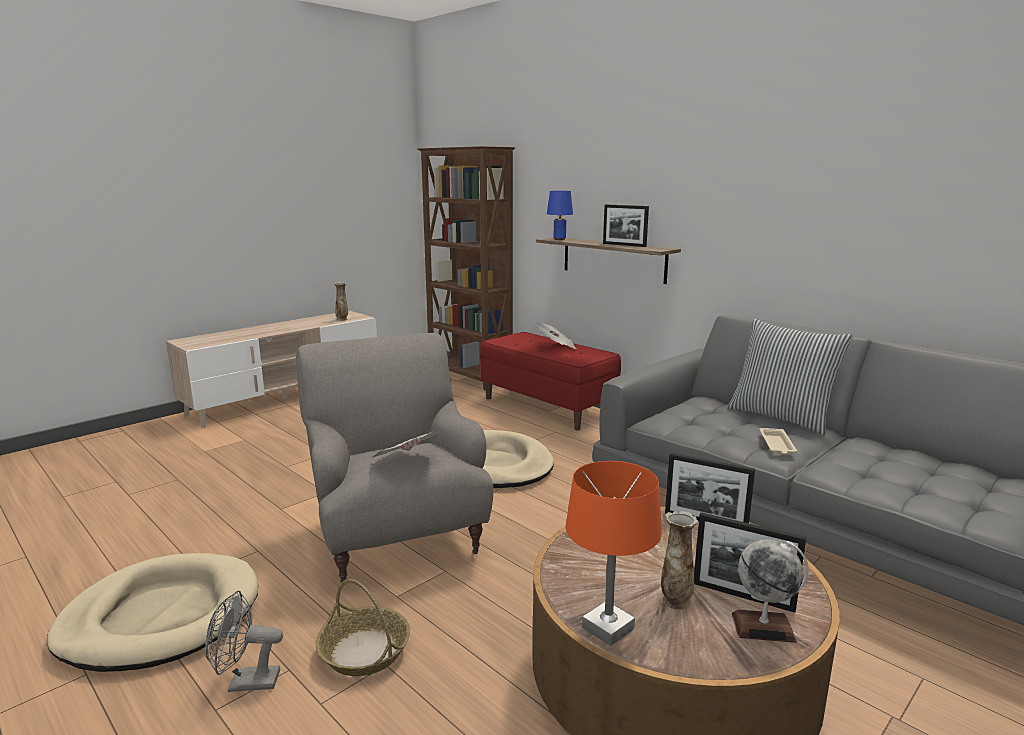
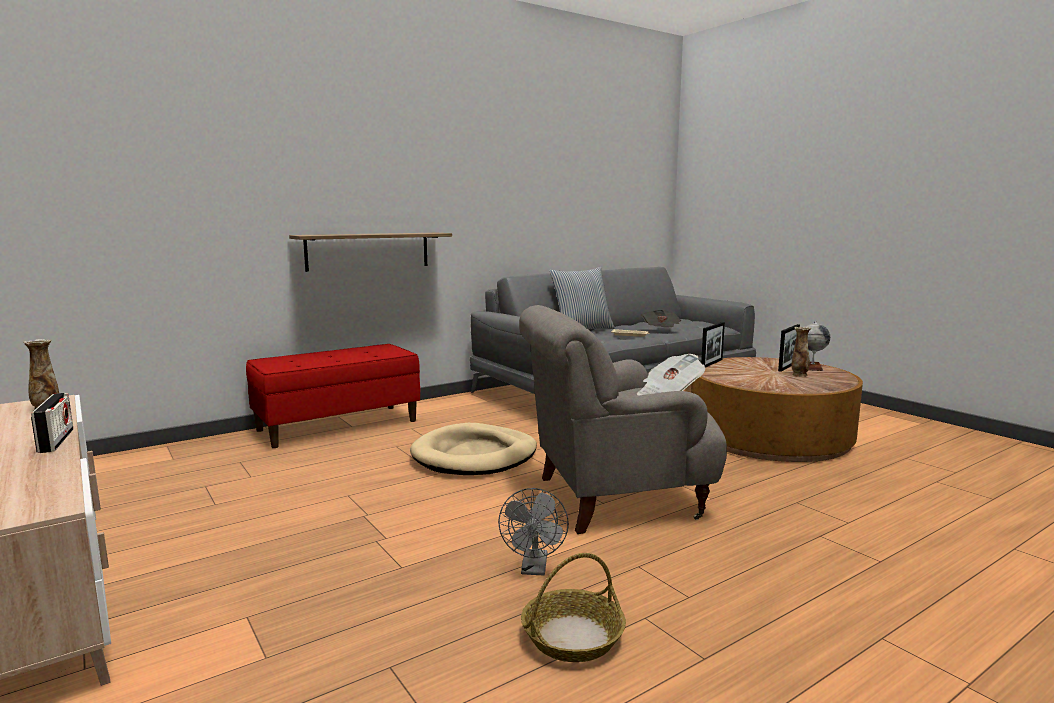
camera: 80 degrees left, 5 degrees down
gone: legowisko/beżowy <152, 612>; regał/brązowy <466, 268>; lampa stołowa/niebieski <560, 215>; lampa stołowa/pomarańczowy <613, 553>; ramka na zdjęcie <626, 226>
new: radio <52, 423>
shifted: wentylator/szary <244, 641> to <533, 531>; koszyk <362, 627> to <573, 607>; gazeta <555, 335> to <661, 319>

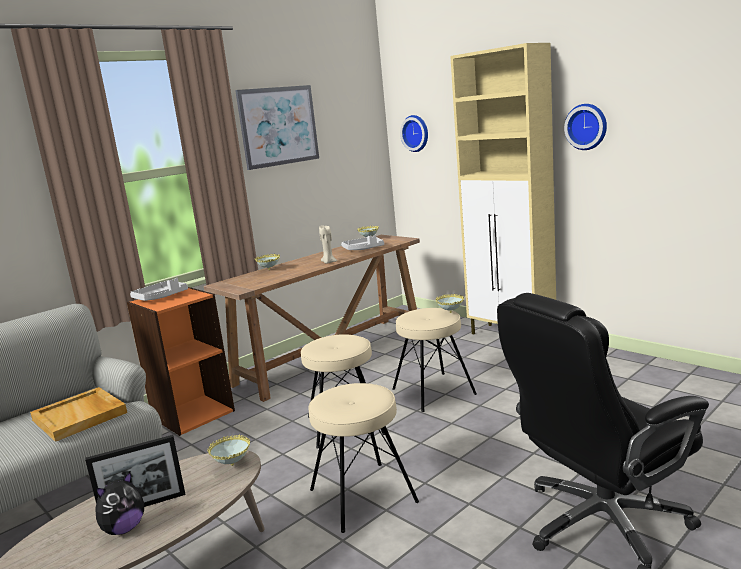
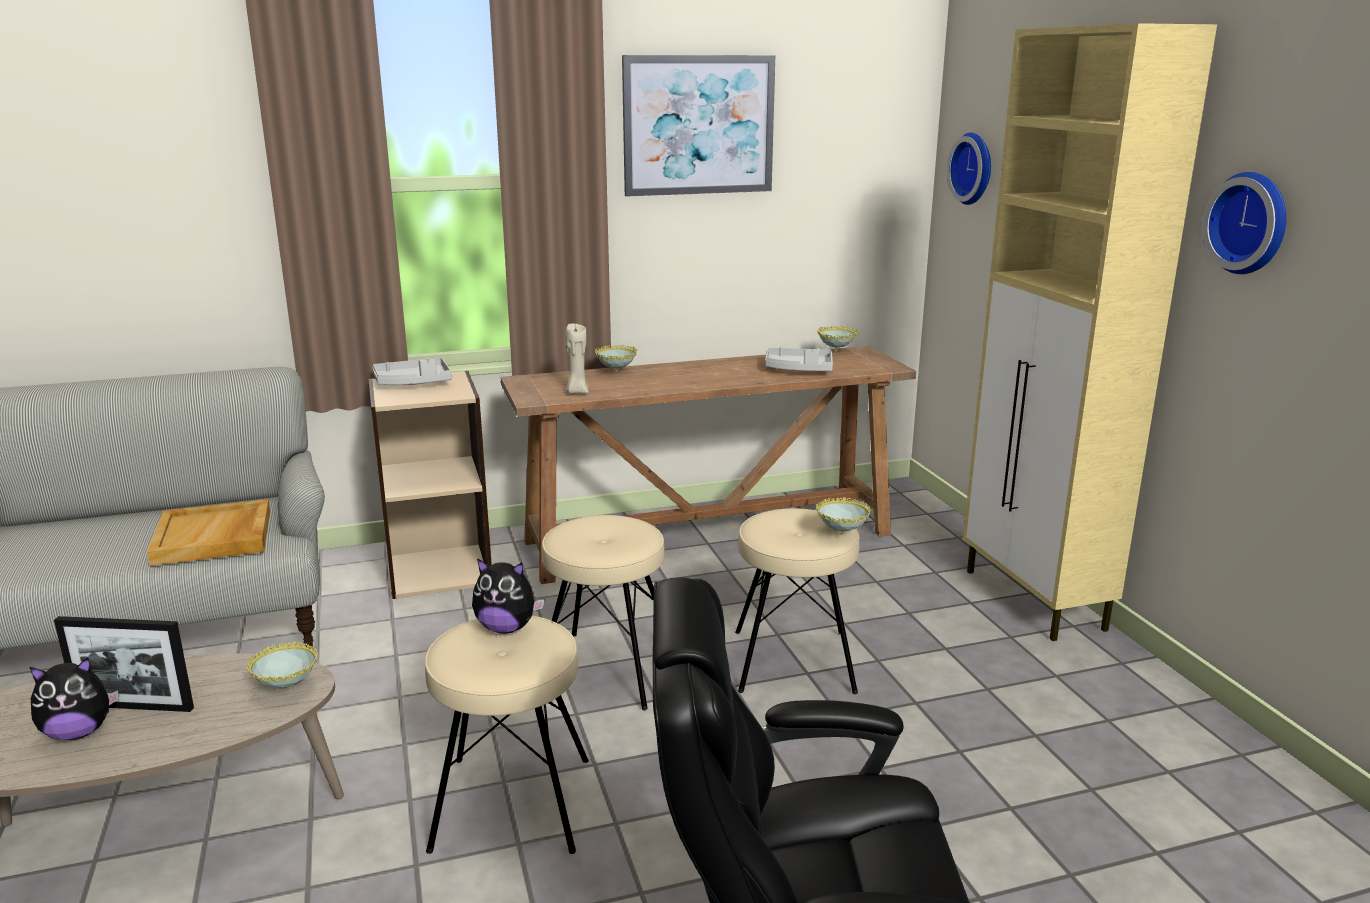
camera: 25 degrees right, 5 degrees up
new: pluszak <508, 596>
shifted: świeca/beżowy <328, 244> to <577, 358>
repainted: regał/pomarańczowy <181, 361> to regał/beżowy <430, 485>

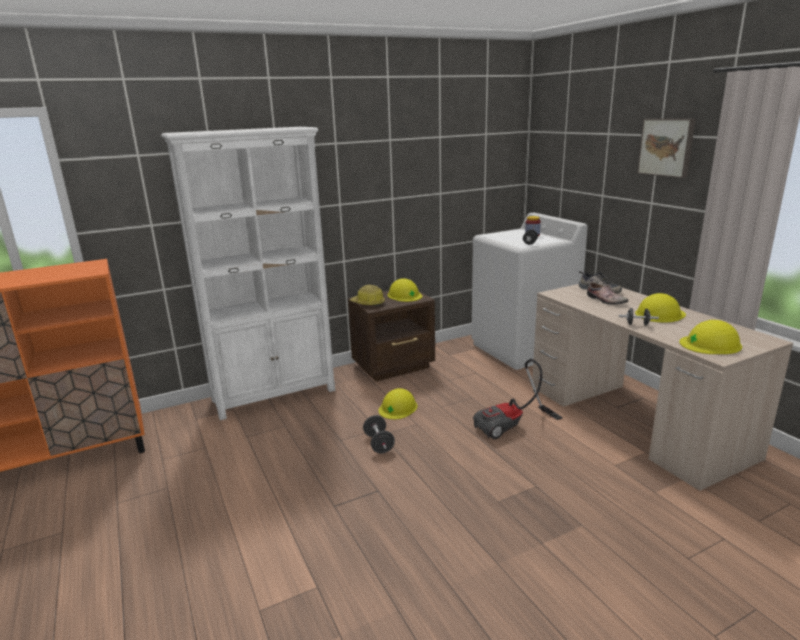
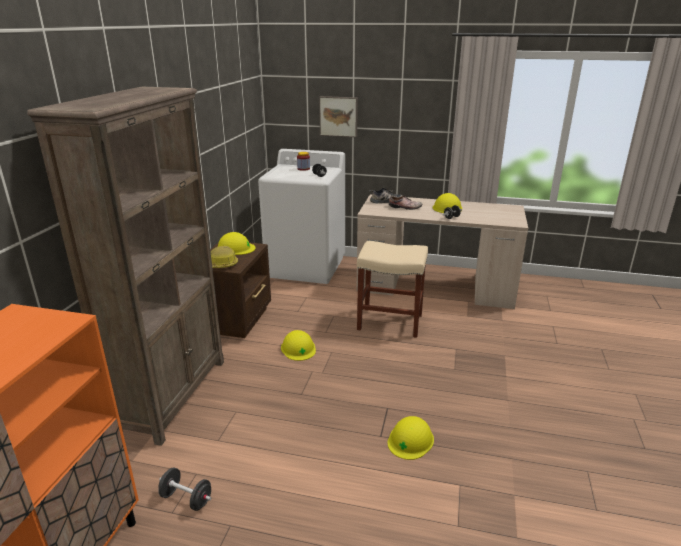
camera: 50 degrees left, 5 degrees up
shifted: hantel/czarny <379, 434> to <185, 489>; obraz <666, 148> to <338, 116>; kask/żółty <710, 337> to <411, 438>
swapped: odkurzacz <518, 399> to stołek/beżowy <392, 289>
repainted: regał/biały <248, 273> to regał/brązowy <125, 266>

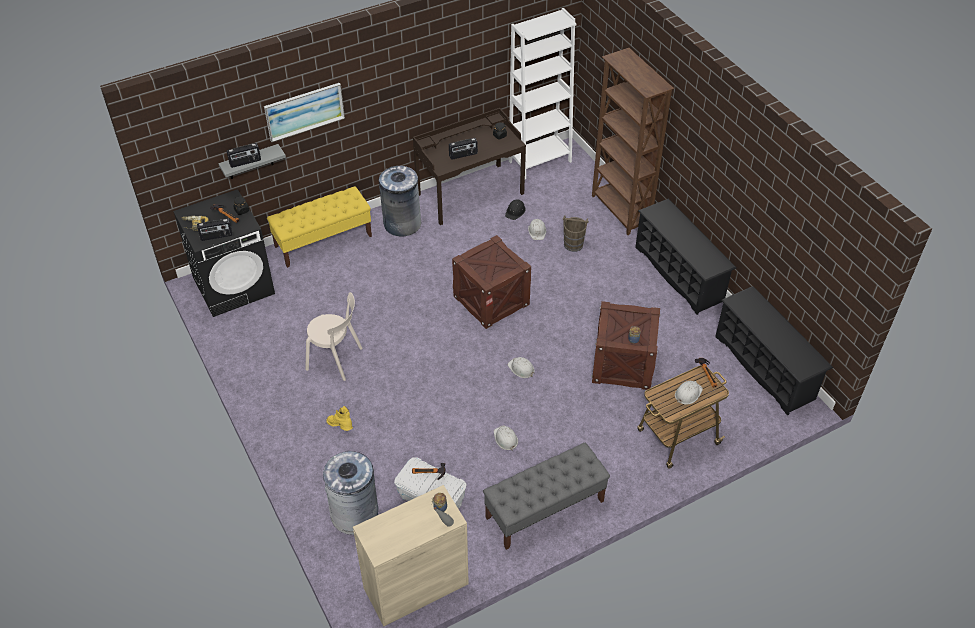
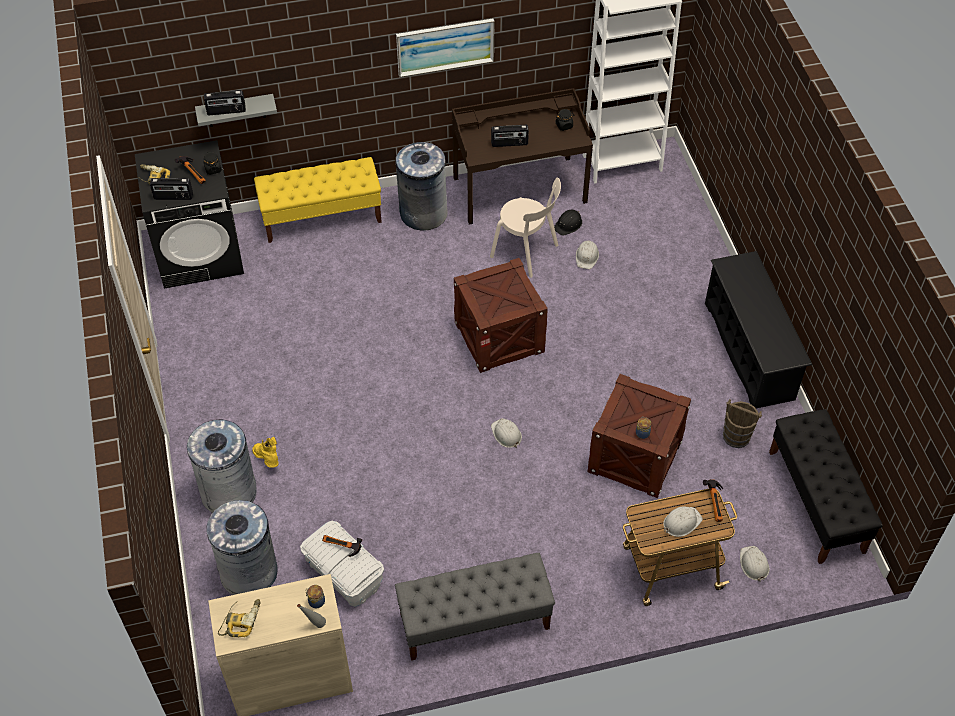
camera: 15 degrees right, 5 degrees up
gone: regał/brązowy <633, 141>
new: kosz na śmieci/szary <222, 466>; wiertarka <239, 618>
shifted: obraz <304, 112> to <445, 48>; krzesło/beżowy <333, 336> to <525, 228>; kask/biały <506, 438> to <755, 564>; wiadro/brązowy <576, 233> to <742, 423>
swapped: regał na buty/czarny <774, 350> to ławka/czarny <826, 486>

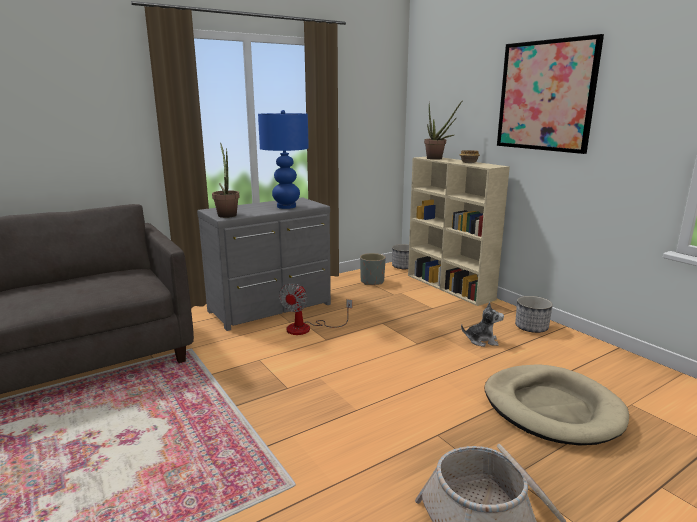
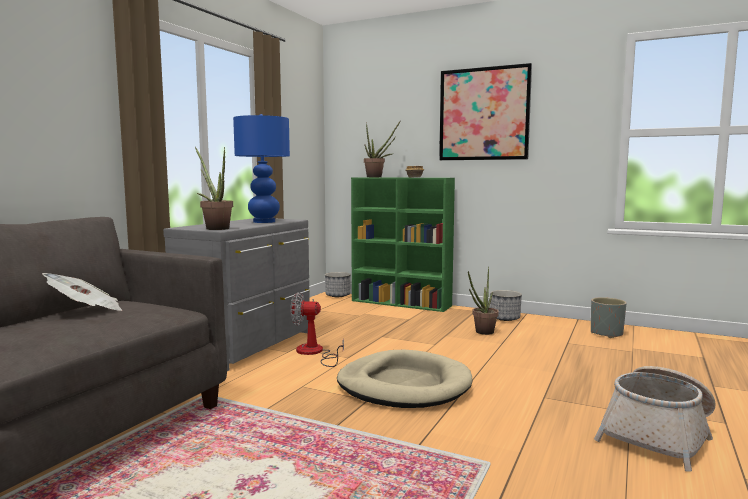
camera: 30 degrees left, 10 degrees down
new: gazeta <82, 292>
shifted: donica/szary <373, 269> to <609, 317>; legowisko/beżowy <557, 405> to <404, 379>
swapped: pluszak <482, 324> to roślina doniczkowa <483, 301>
repainted: regał/beżowy <459, 231> to regał/zielony <403, 244>
rotated: wentylator <315, 309> = <317, 329> 105 degrees clockwise

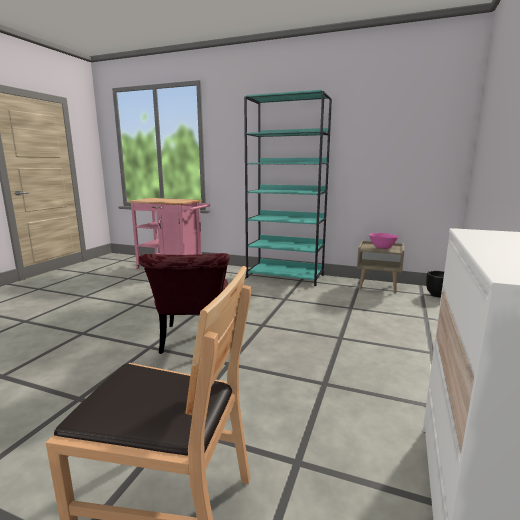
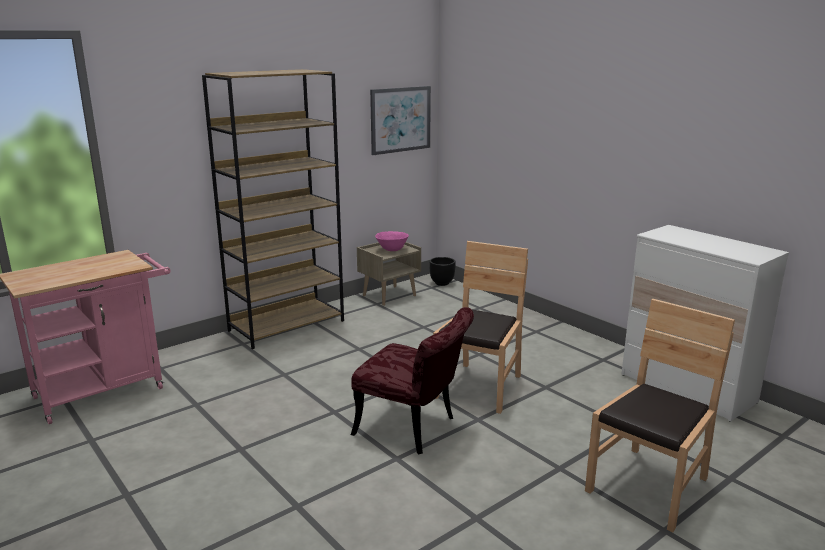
camera: 60 degrees left, 5 degrees up
new: obraz <400, 120>; krzesło/brązowy <480, 327>
repainted: regał/turkusowy <288, 188> to regał/brązowy <273, 209>

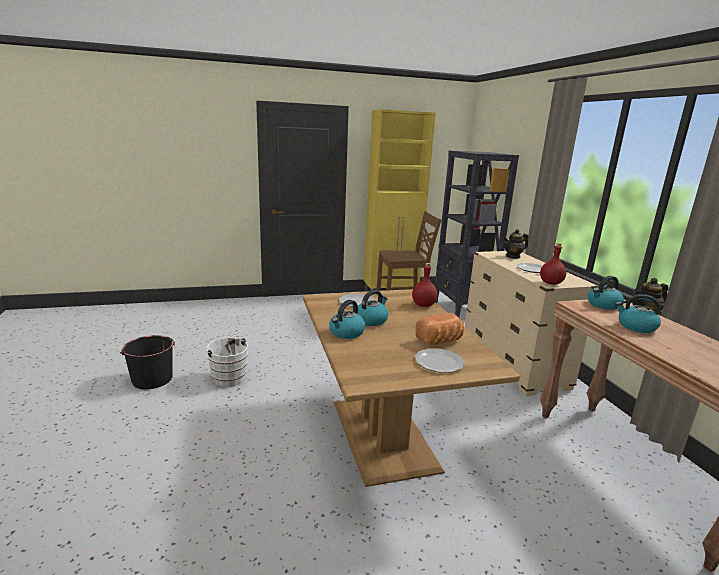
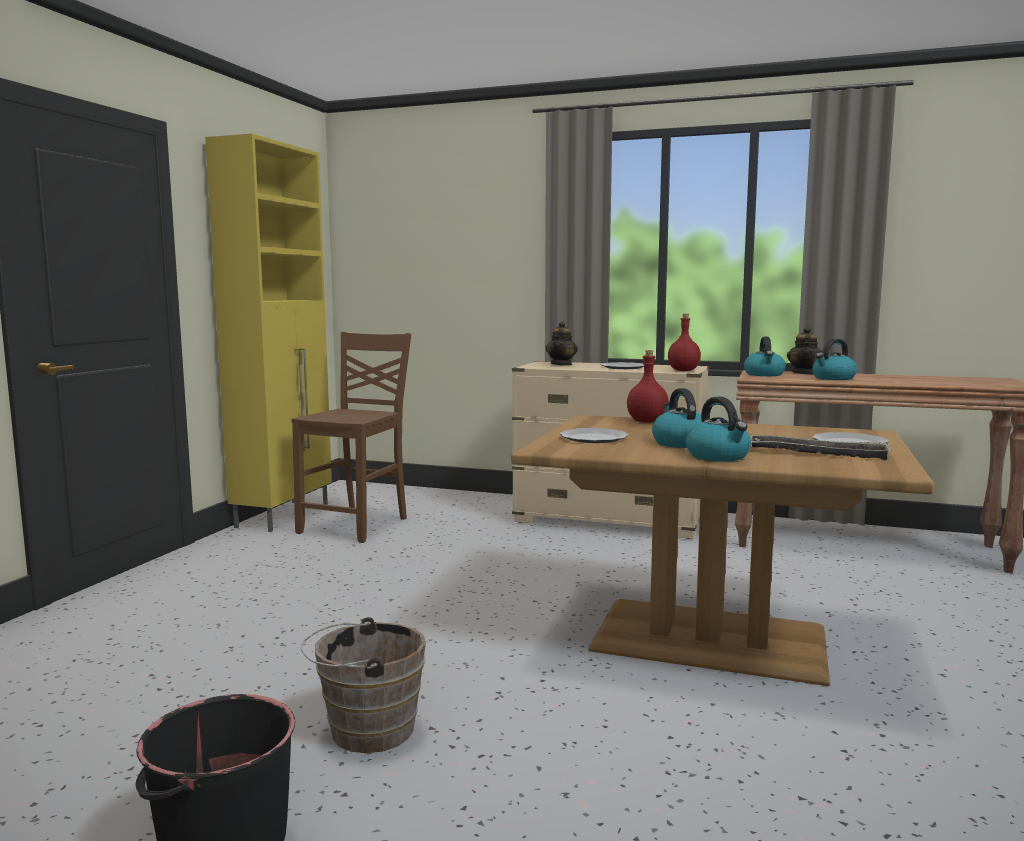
camera: 55 degrees left, 10 degrees down
gone: chleb <439, 329>; regał/czarny <476, 234>
new: taca <821, 447>
repainted: wiadro/biały <226, 361> to wiadro/brązowy <363, 685>

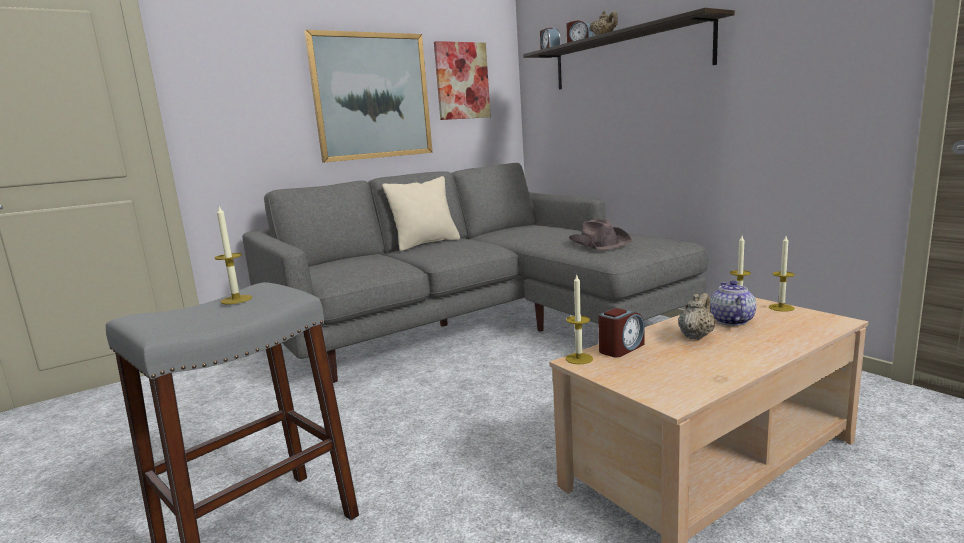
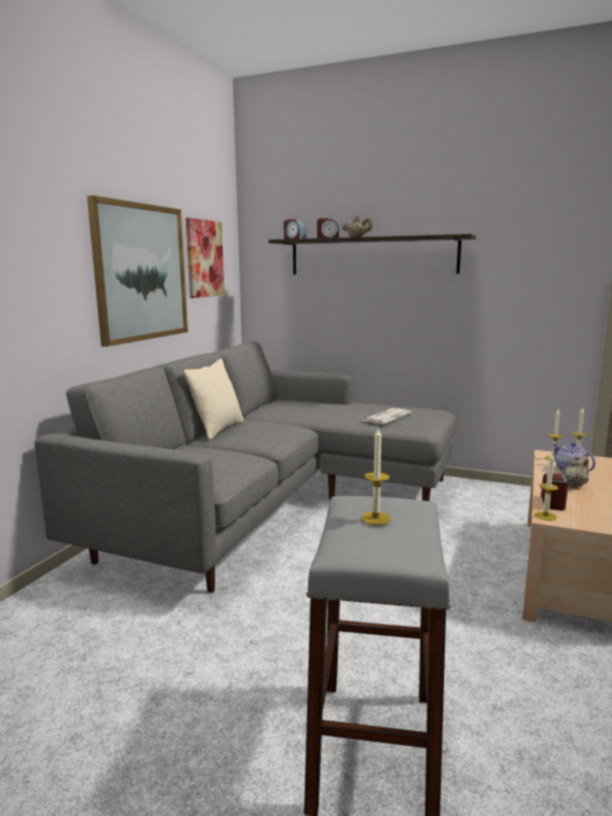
camera: 35 degrees left, 0 degrees up
swapped: kapelusz/brązowy <600, 235> to gazeta <387, 416>
rotated: imbryk/beżowy <696, 316> = <575, 471> 45 degrees clockwise

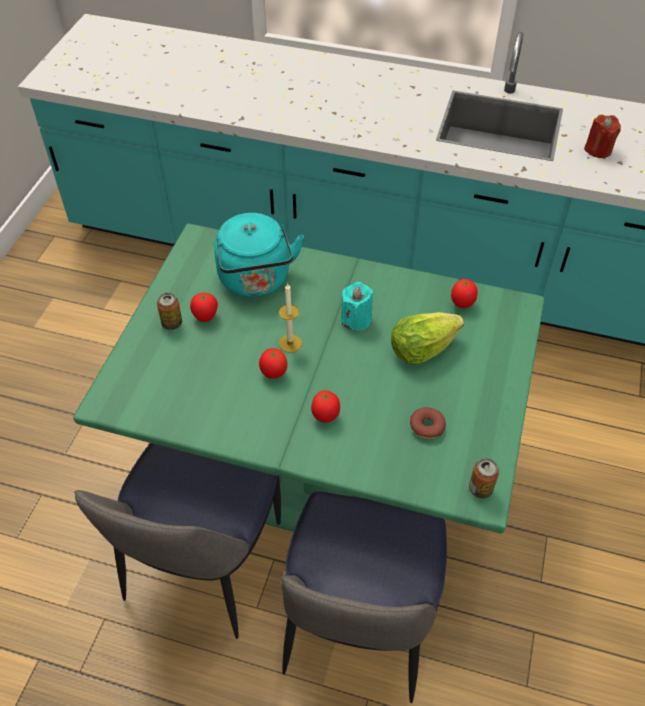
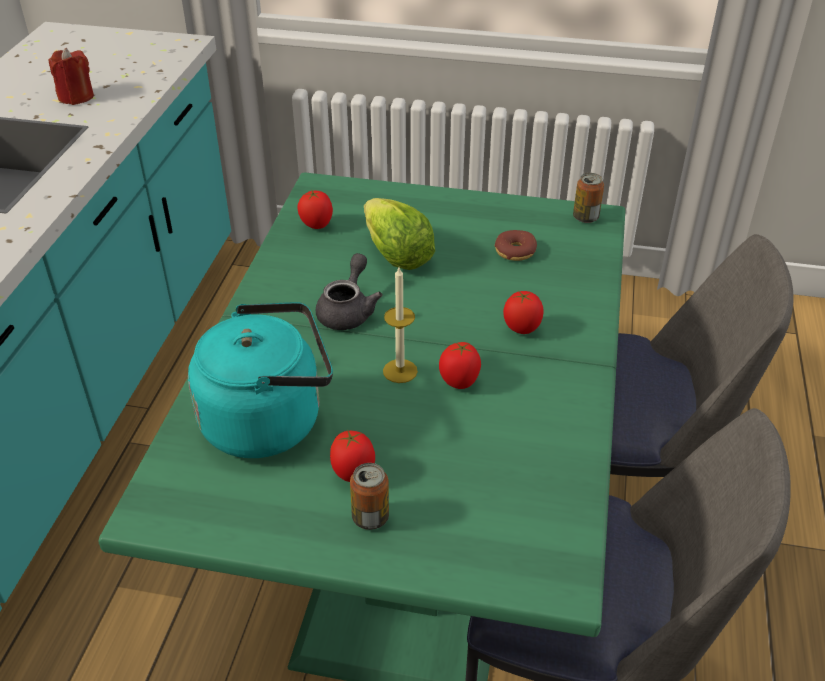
camera: 95 degrees left, 10 degrees down
swapped: świeca/turkusowy <357, 306> to imbryk/szary <349, 291>

